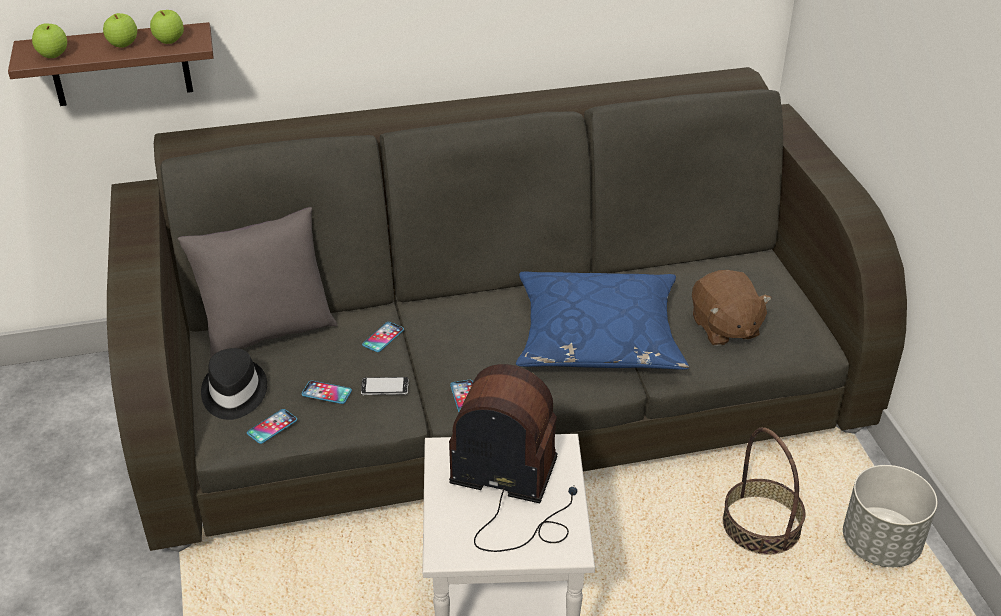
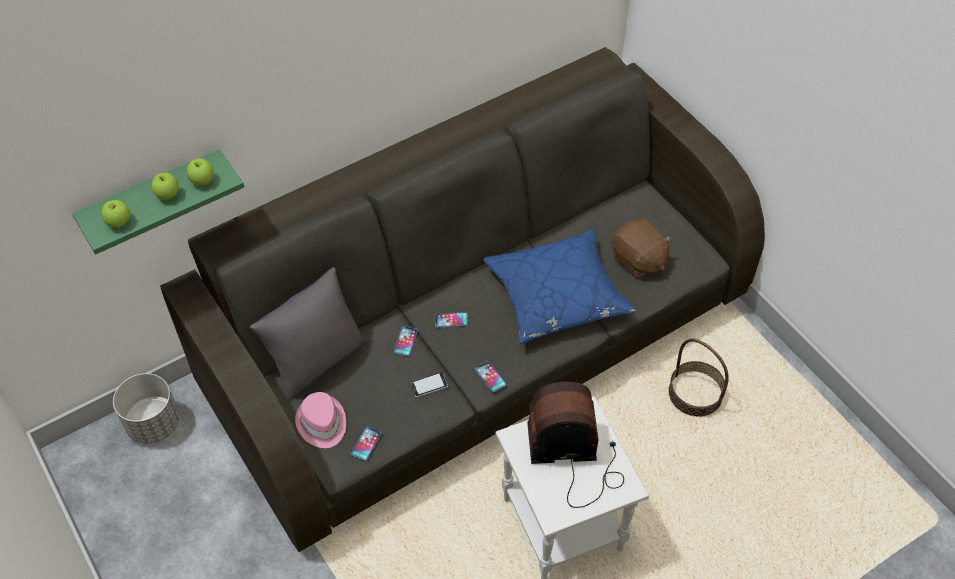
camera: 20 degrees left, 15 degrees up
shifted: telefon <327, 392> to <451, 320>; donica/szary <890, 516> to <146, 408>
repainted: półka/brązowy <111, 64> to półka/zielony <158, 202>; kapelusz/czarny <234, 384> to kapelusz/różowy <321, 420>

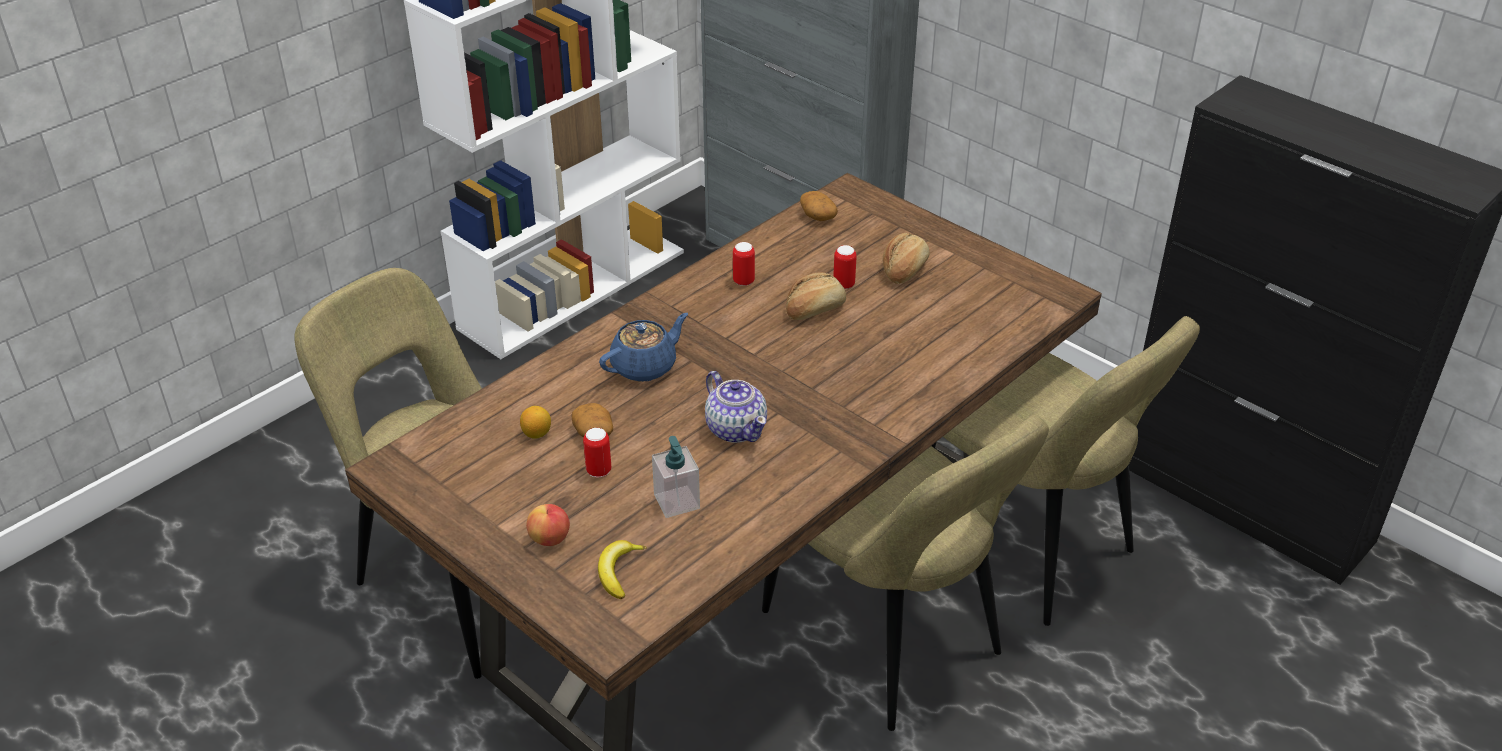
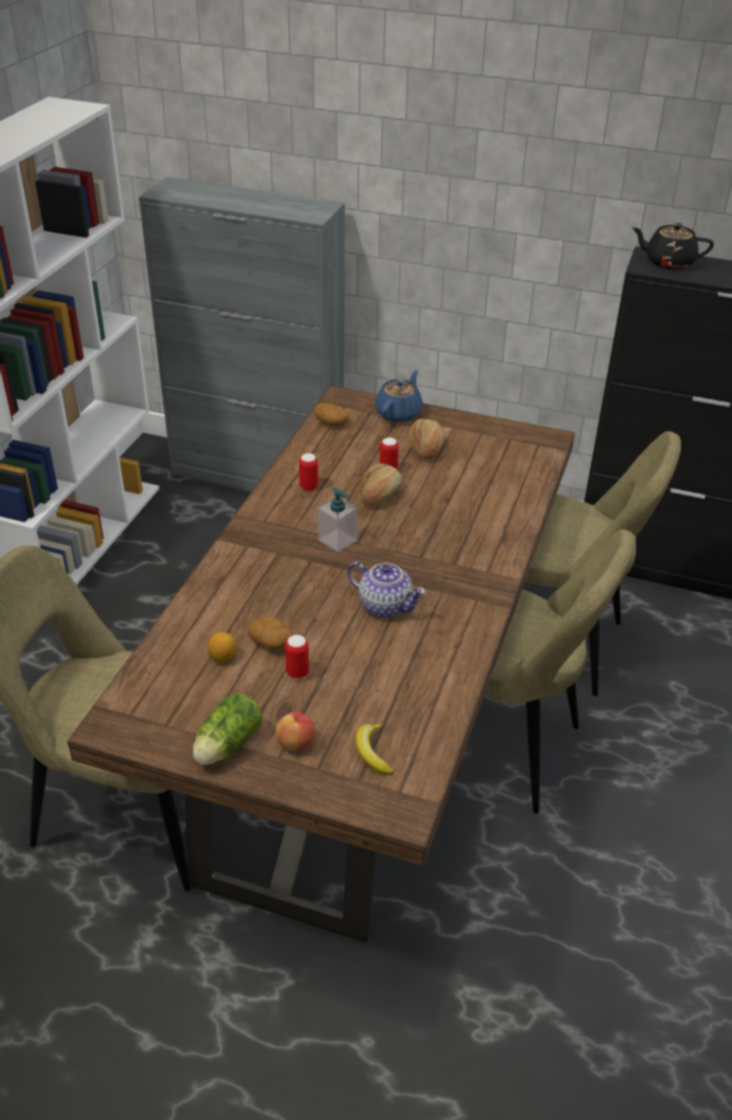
camera: 25 degrees left, 0 degrees up
new: sałata <227, 729>; imbryk/czarny <673, 246>
shifted: imbryk/niebieski <643, 347> to <399, 396>; dozownik mydła <676, 477> to <338, 519>

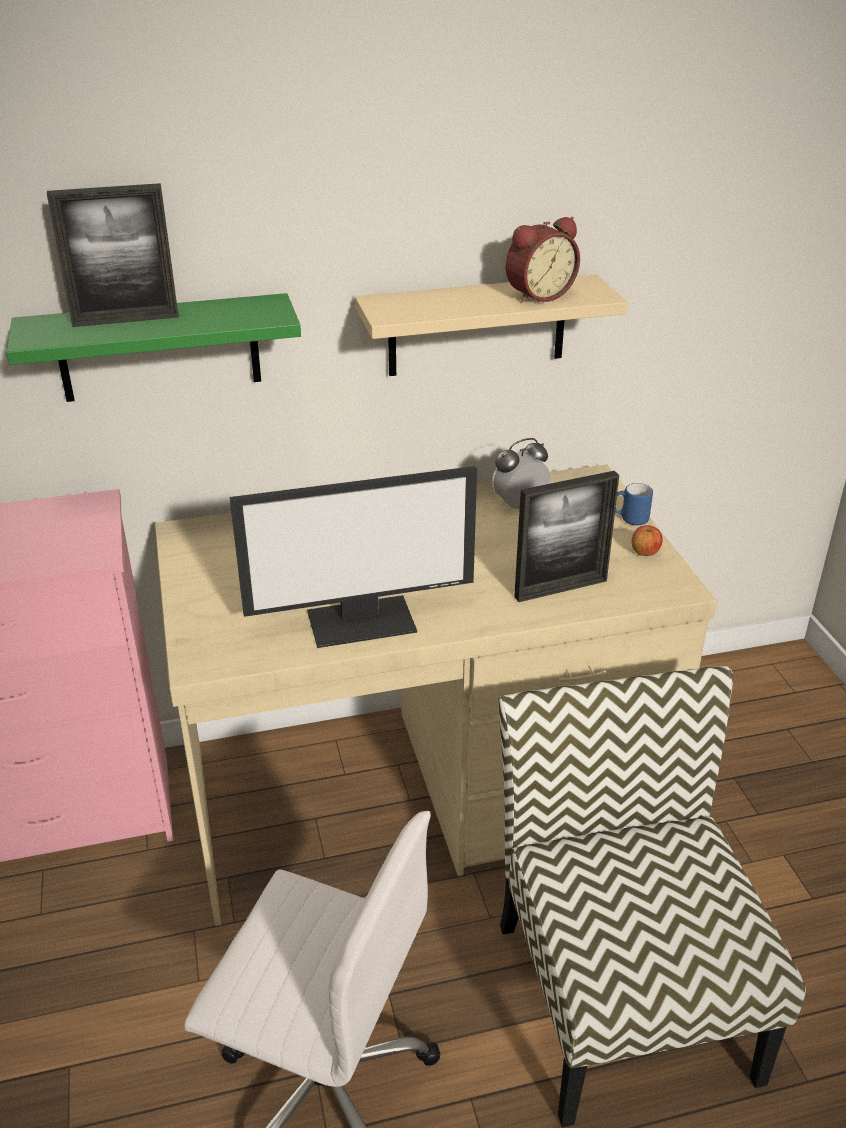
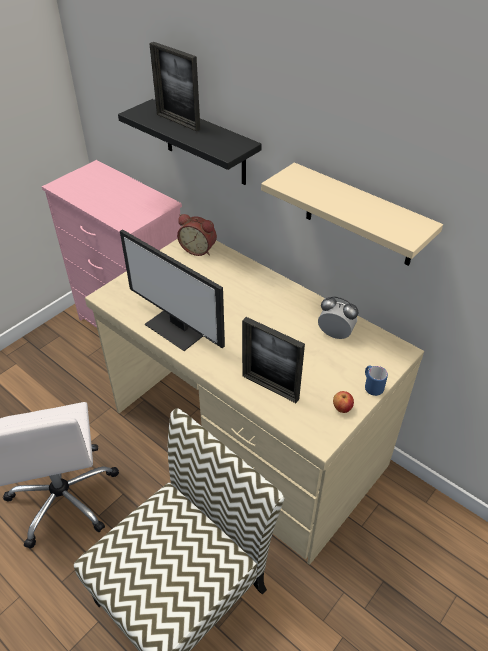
camera: 55 degrees right, 10 degrees up
shifted: budzik <543, 260> to <197, 235>
repainted: półka/zielony <153, 347> to półka/czarny <190, 142>

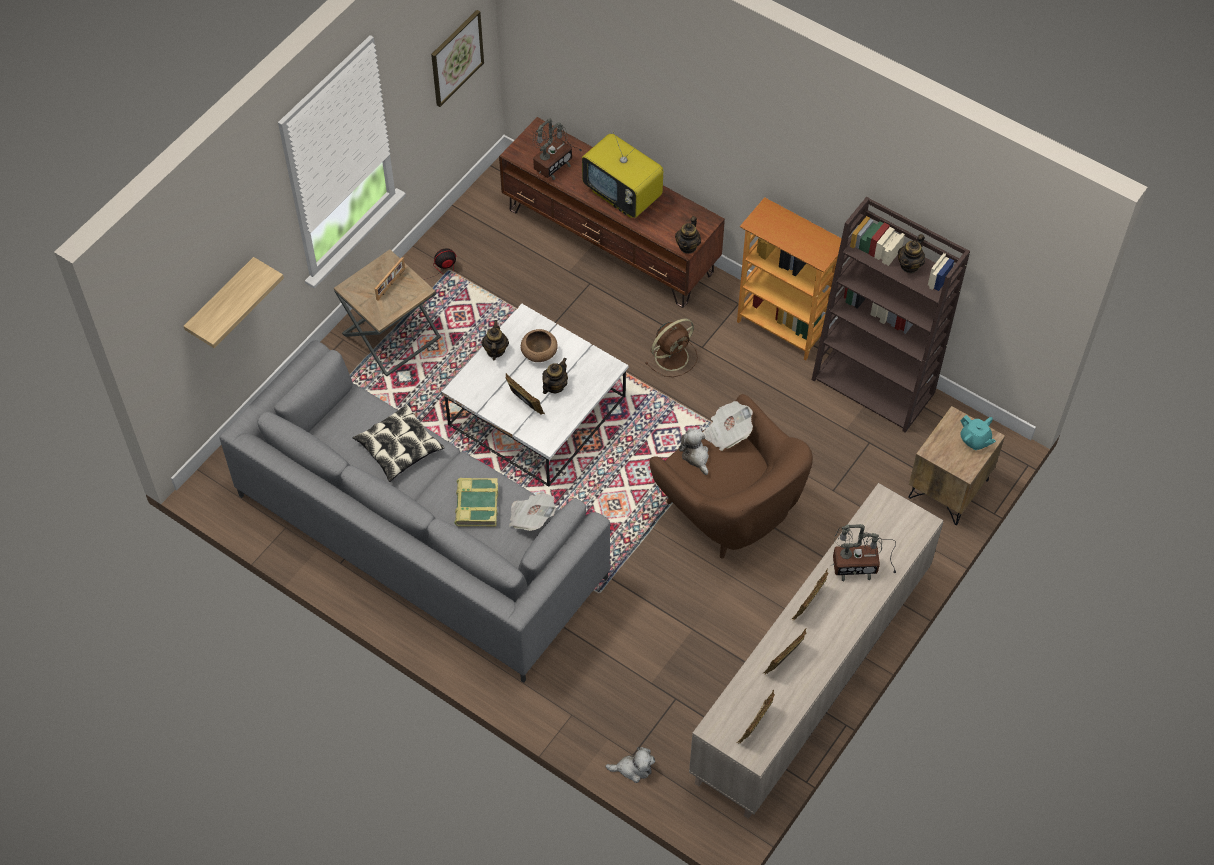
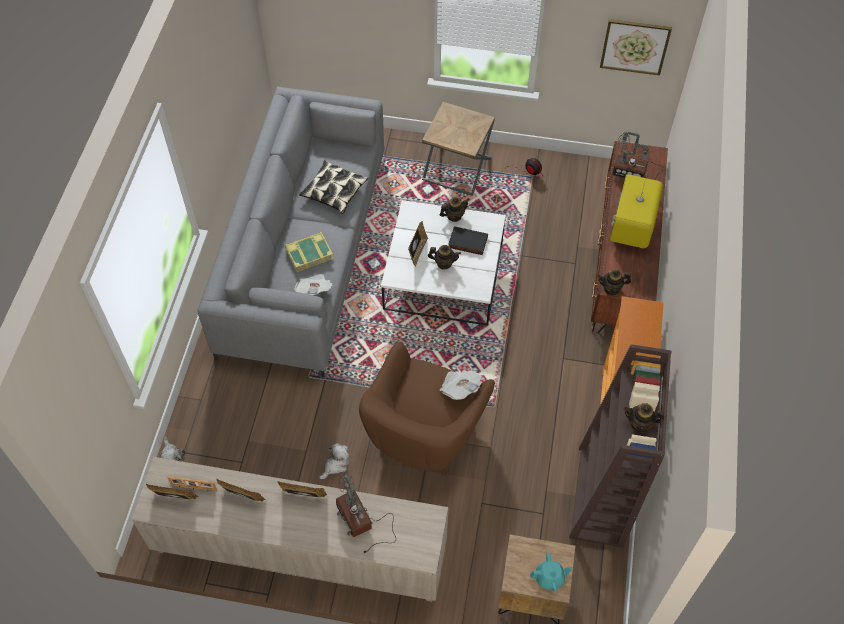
camera: 65 degrees right, 0 degrees up
gone: półka <234, 302>; wentylator/brązowy <671, 348>
shifted: ramka na zdjęcie <390, 279> to <192, 483>; pluszak <694, 452> to <334, 461>
swapped: miska/brązowy <539, 345> to książka/czarny <468, 240>
rotated: imbryk/turkusowy <978, 432> = <551, 572> 120 degrees counterclockwise

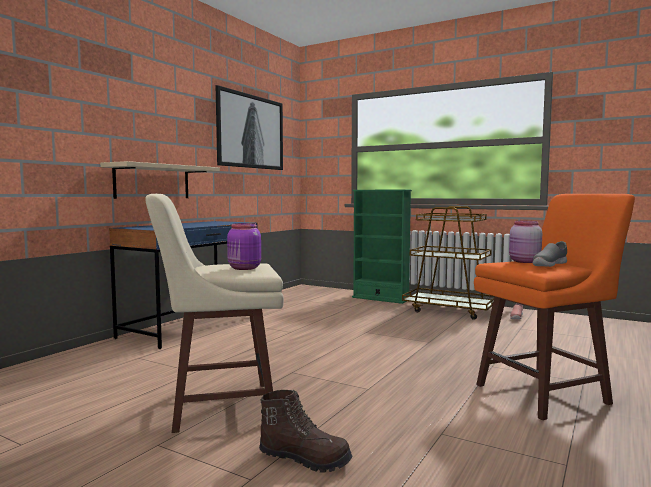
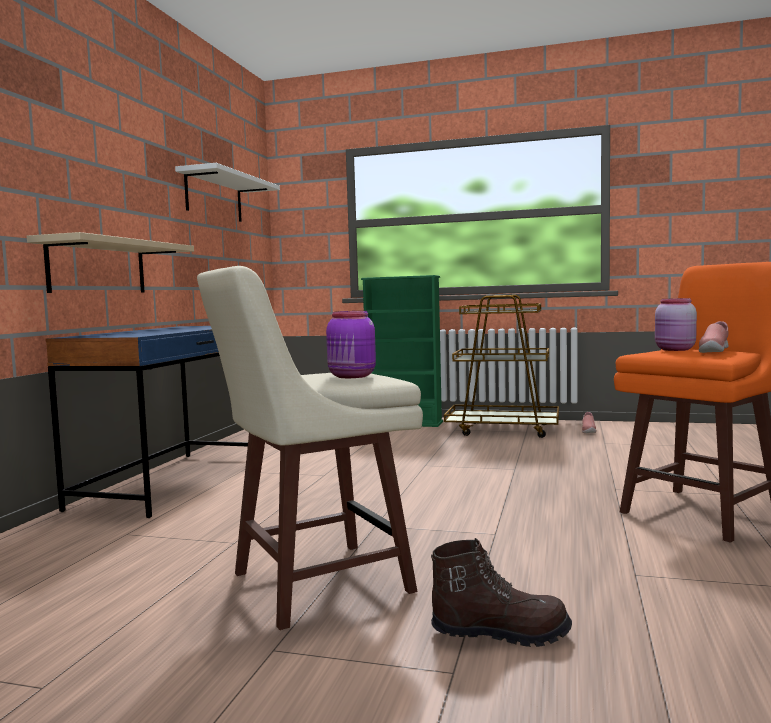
camera: 15 degrees left, 0 degrees up
swapped: obraz <249, 127> to półka/biały <227, 192>
repainted: but/szary <550, 254> to but/różowy <714, 337>

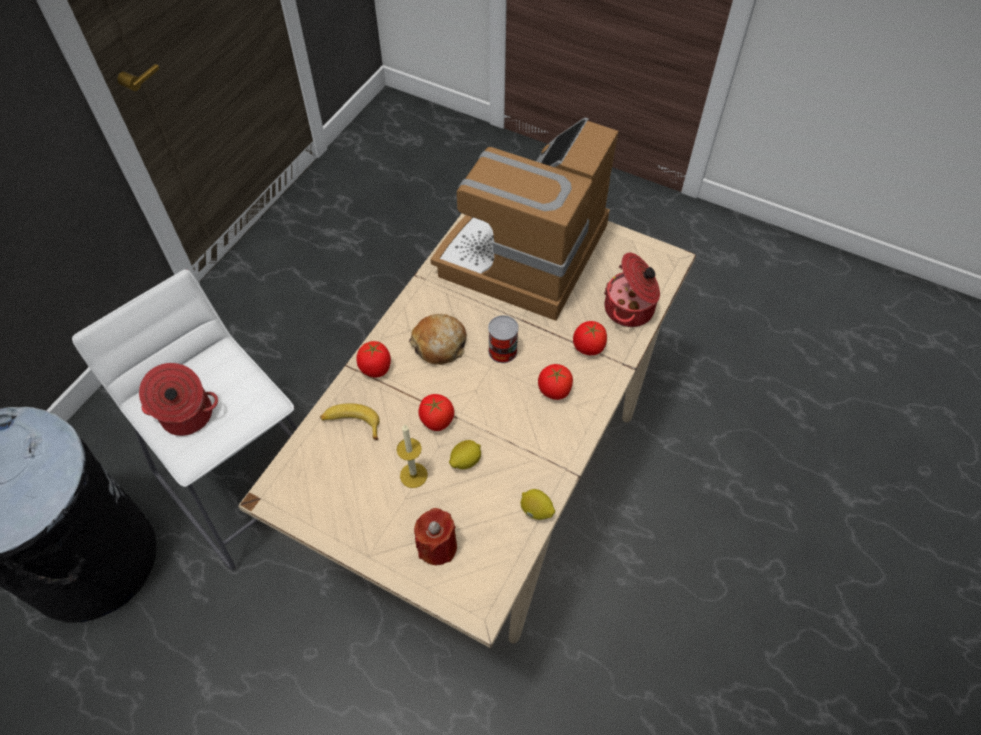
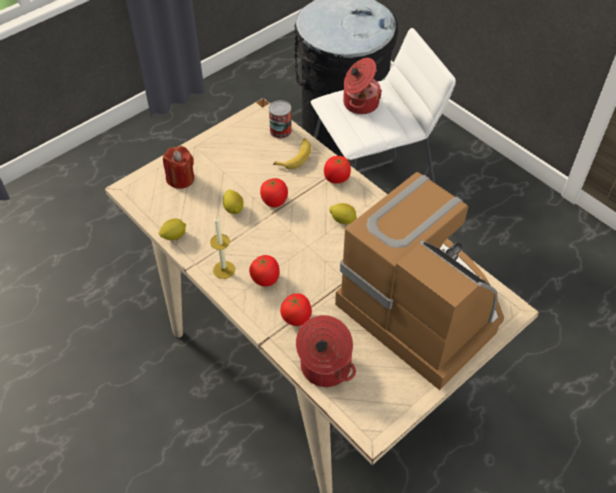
camera: 110 degrees right, 5 degrees down
shifted: świeca <412, 456> to <222, 247>; puszka <503, 339> to <280, 119>
swapped: chleb <437, 339> to cytryna <343, 213>

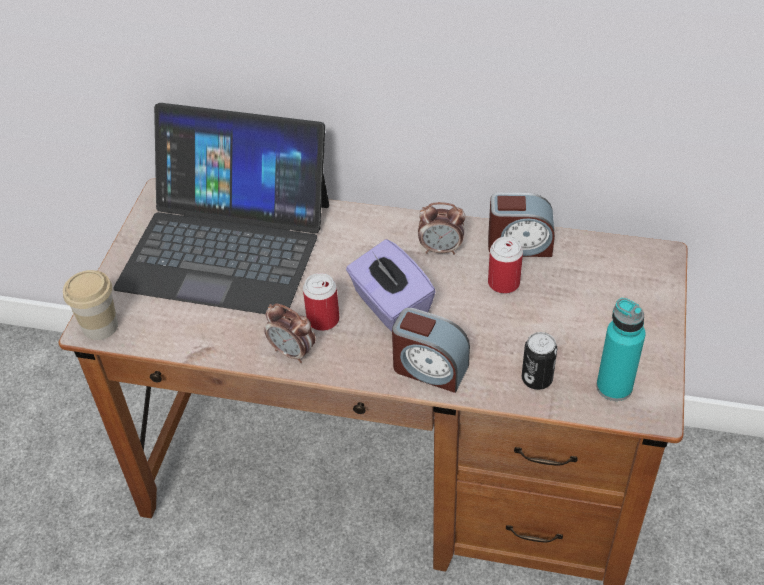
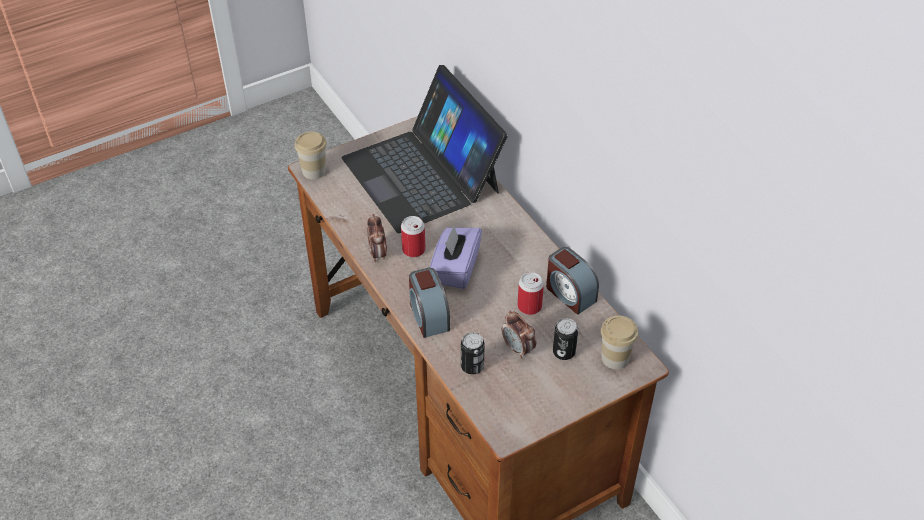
camera: 45 degrees right, 0 degrees up
gone: butelka/turkusowy <621, 349>
new: puszka <565, 339>; filiżanka <620, 342>
shifted: budzik <442, 228> to <519, 335>

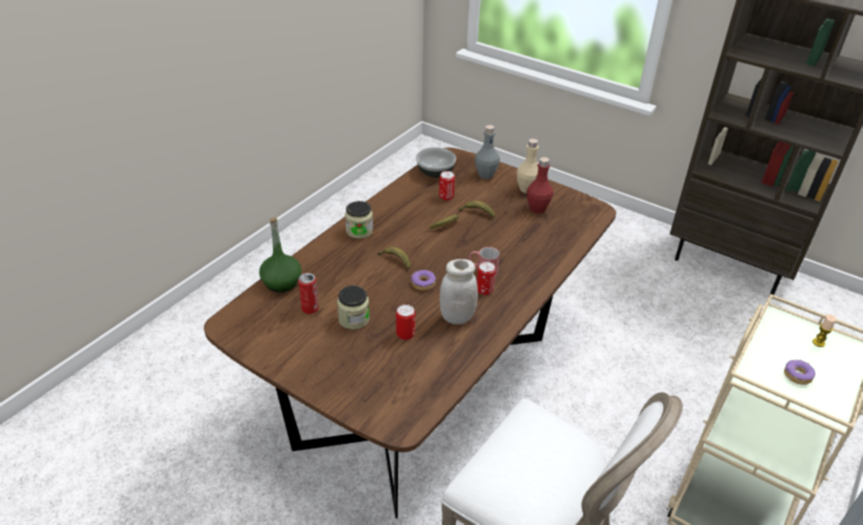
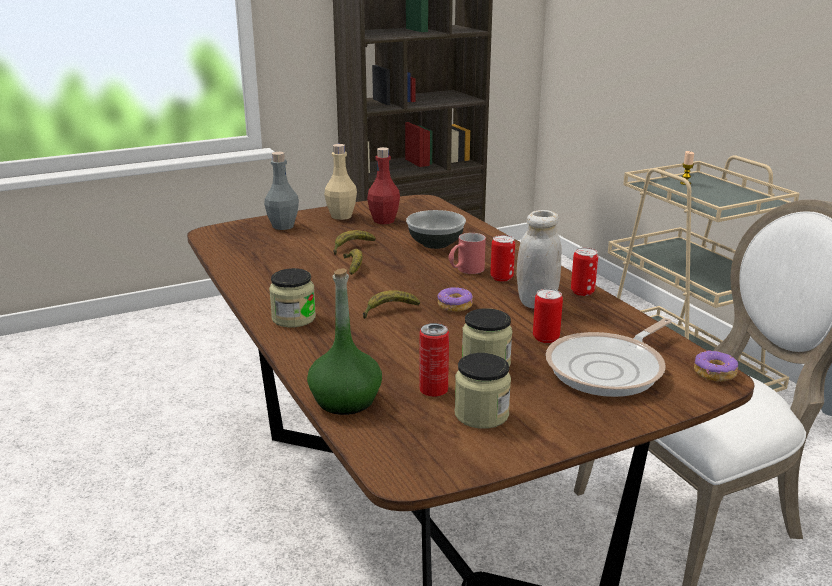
camera: 60 degrees left, 15 degrees down
new: słoik <483, 391>; patelnia <609, 357>
shifted: miska <436, 162> to <436, 229>; puszka <447, 186> to <584, 272>; donut <800, 372> to <716, 366>

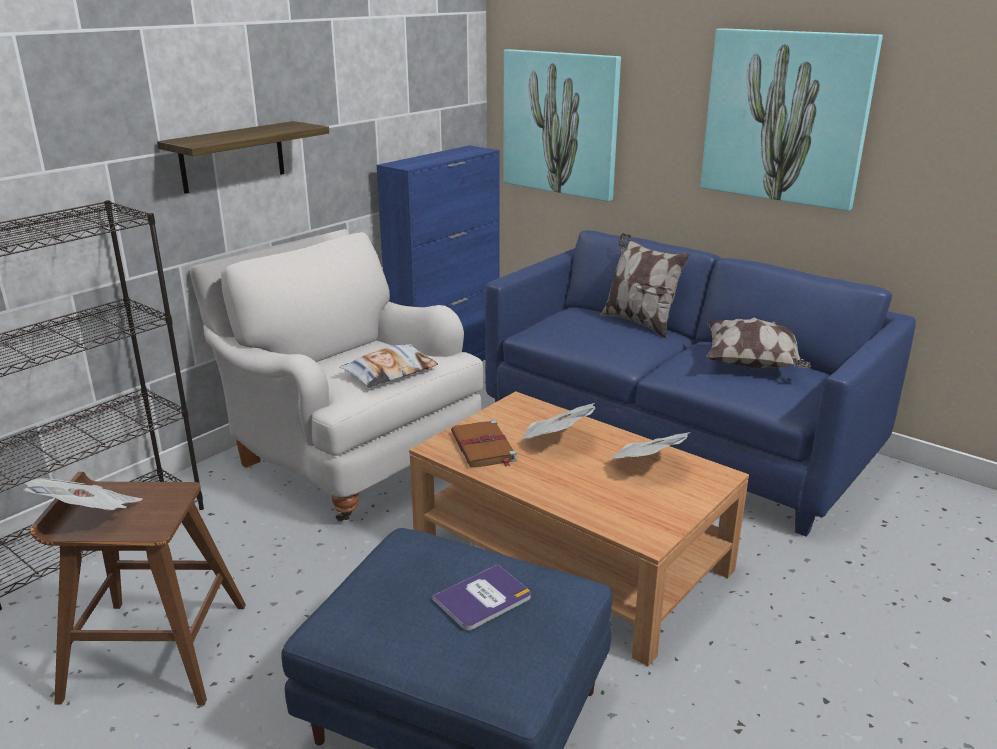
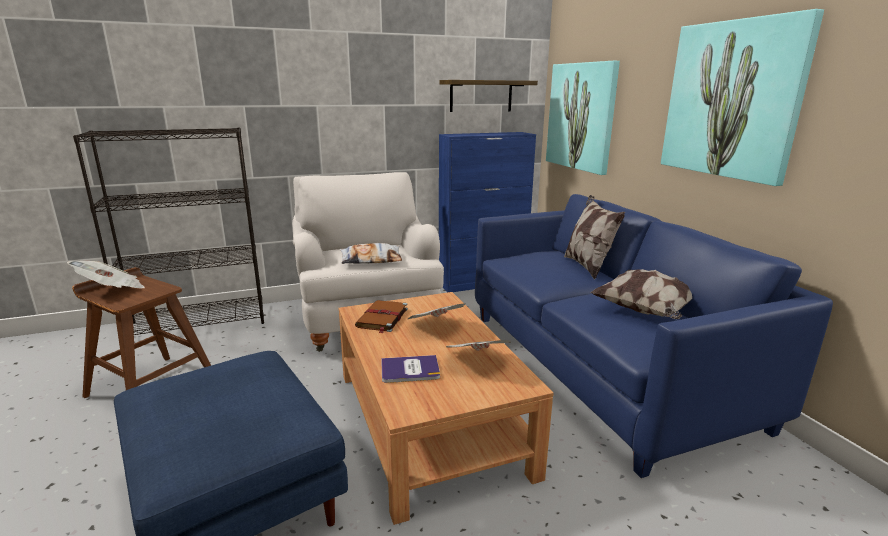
camera: 30 degrees right, 5 degrees down
shifted: półka <243, 157> to <489, 96>; książka <481, 597> to <410, 369>

